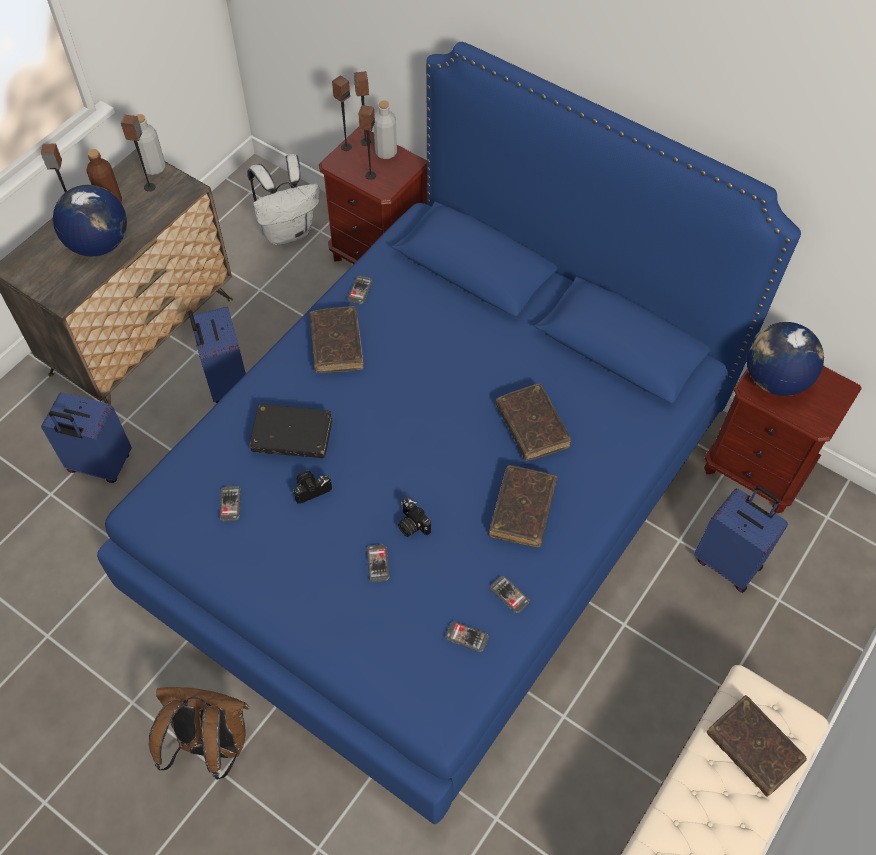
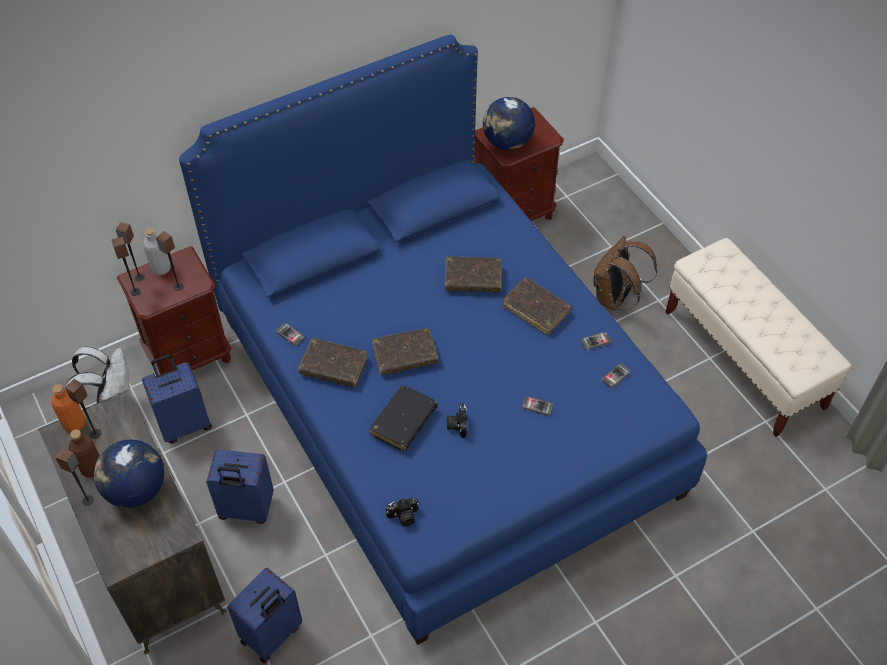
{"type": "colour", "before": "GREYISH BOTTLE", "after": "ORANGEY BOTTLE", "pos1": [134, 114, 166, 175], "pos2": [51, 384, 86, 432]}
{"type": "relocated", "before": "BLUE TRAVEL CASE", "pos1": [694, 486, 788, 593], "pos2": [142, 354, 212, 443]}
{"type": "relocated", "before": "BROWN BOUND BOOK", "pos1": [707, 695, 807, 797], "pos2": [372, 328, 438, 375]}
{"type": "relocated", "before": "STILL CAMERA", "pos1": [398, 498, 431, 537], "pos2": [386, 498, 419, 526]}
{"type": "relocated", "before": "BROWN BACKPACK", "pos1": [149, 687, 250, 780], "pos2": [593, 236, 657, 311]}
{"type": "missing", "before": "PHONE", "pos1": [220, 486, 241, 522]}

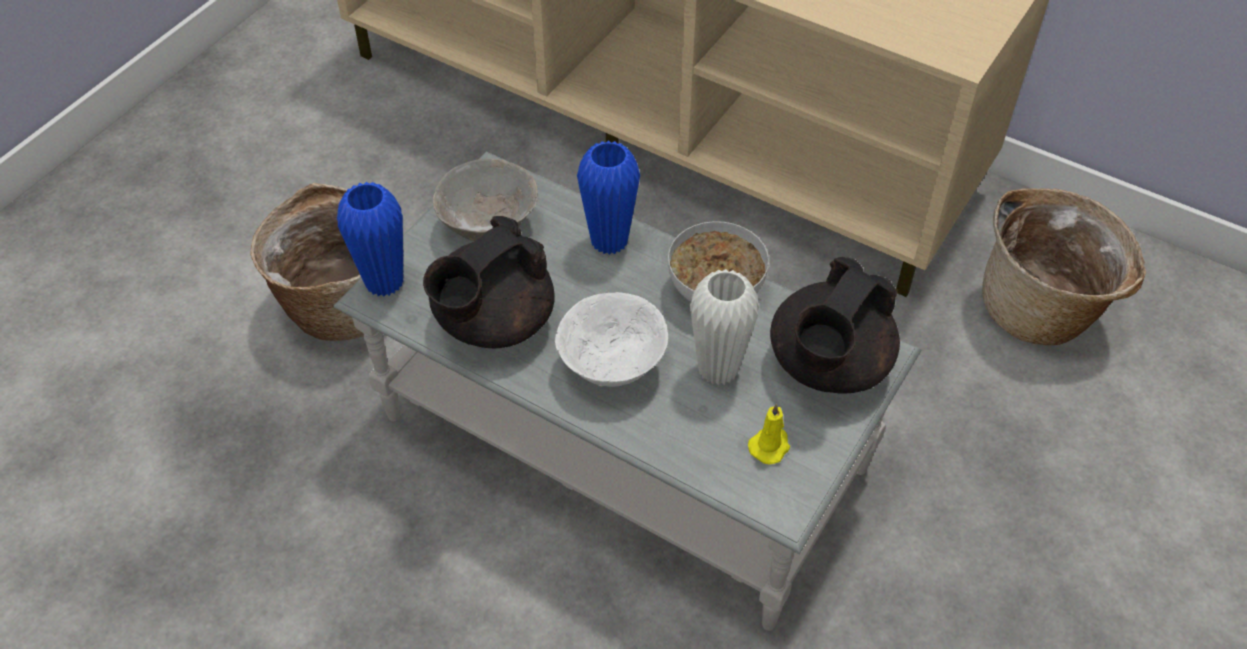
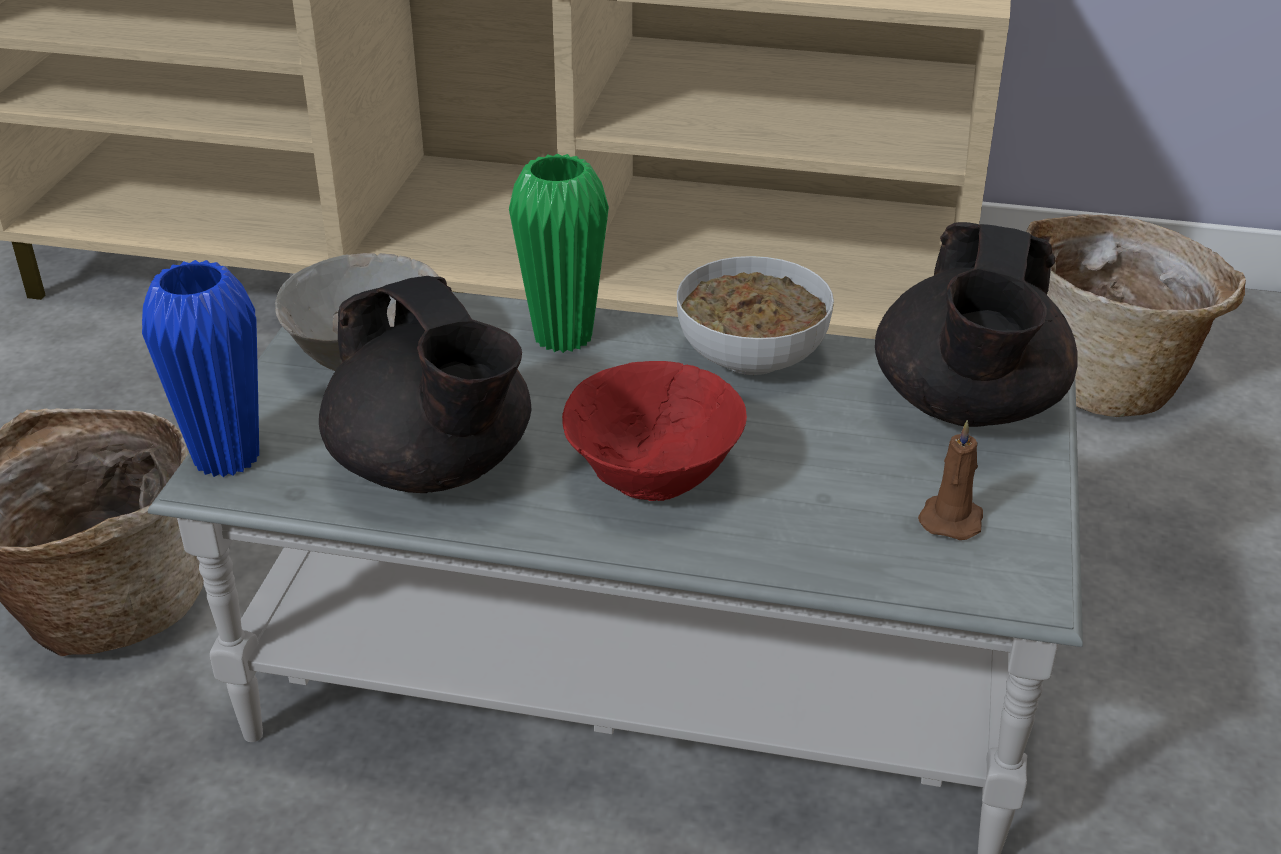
{"type": "spun", "before": "BLACK-COLOURED POT FOR TEA", "pos1": [423, 216, 554, 348], "pos2": [319, 276, 532, 493], "turn": -60}
{"type": "colour", "before": "BLUE FLOWER VASE", "after": "GREEN-COLOURED FLOWER VASE", "pos1": [577, 140, 640, 255], "pos2": [509, 154, 609, 353]}
{"type": "colour", "before": "WHITISH SERVING BOWL", "after": "RED-COLOURED SERVING BOWL", "pos1": [555, 292, 668, 387], "pos2": [562, 361, 747, 501]}
{"type": "colour", "before": "YELLOW-COLOURED CANDLE", "after": "BROWN CANDLE", "pos1": [748, 403, 790, 464], "pos2": [918, 420, 983, 540]}
{"type": "missing", "before": "WHITISH FLOWER VASE", "pos1": [690, 269, 759, 386]}

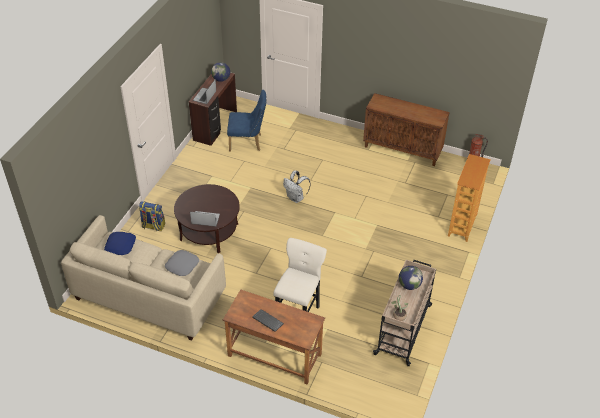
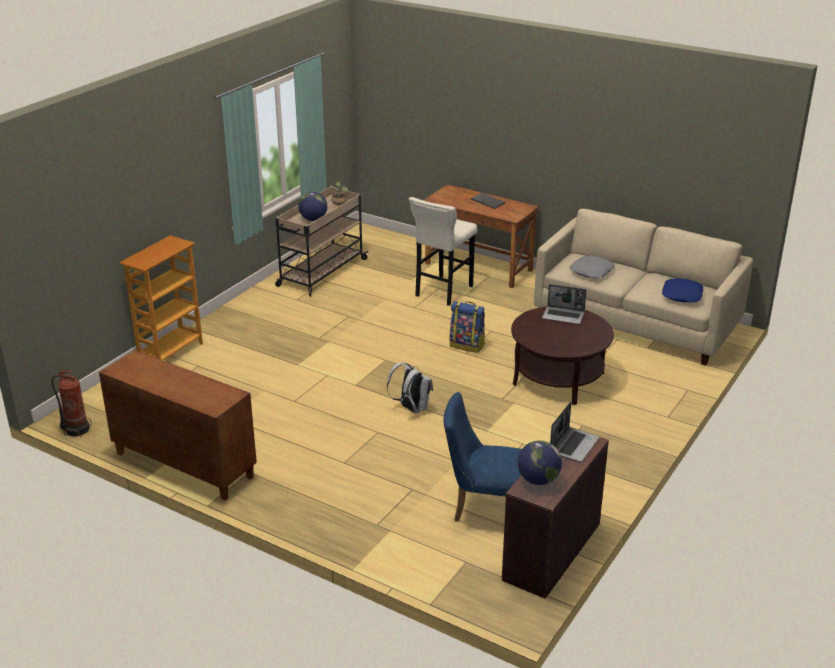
{"type": "relocated", "before": "BACKPACK", "pos1": [139, 201, 165, 232], "pos2": [450, 301, 485, 353]}

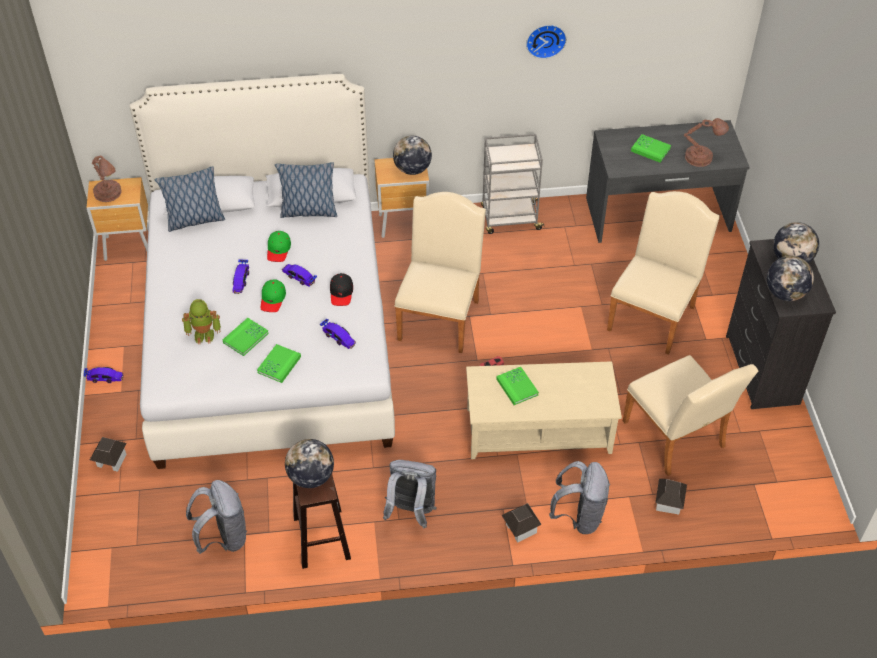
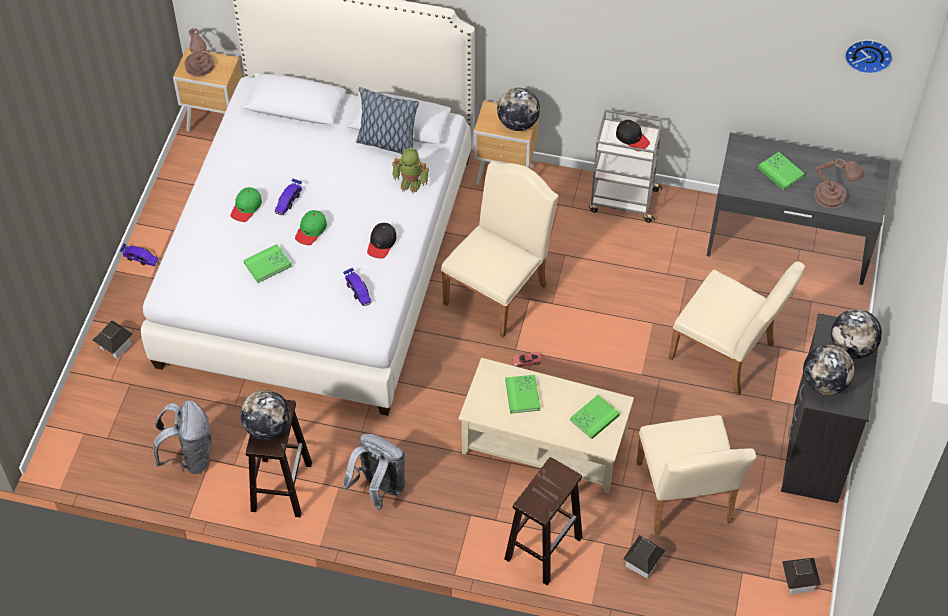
{"type": "relocated", "before": "GREEN-COLOURED BASEBALL CAP", "pos1": [267, 231, 291, 262], "pos2": [231, 187, 262, 222]}
{"type": "relocated", "before": "TOY ROBOT", "pos1": [182, 299, 221, 345], "pos2": [392, 148, 429, 194]}
{"type": "exchanged", "before": "GREYISH BACKPACK", "after": "BROWN STOOL SEAT", "pos1": [549, 461, 610, 534], "pos2": [504, 457, 583, 586]}
{"type": "relocated", "before": "GREEN-COLOURED BOUND BOOK", "pos1": [257, 344, 301, 383], "pos2": [570, 395, 620, 439]}
{"type": "appeared", "after": "BLACK-COLOURED BASEBALL CAP", "pos2": [616, 120, 650, 151]}
{"type": "spun", "before": "BEIGE-COLOURED CHAIR", "pos1": [607, 191, 720, 355], "pos2": [669, 261, 805, 395], "turn": 75}
{"type": "relocated", "before": "MINIATURE HOUSE", "pos1": [502, 503, 542, 542], "pos2": [782, 558, 821, 594]}
{"type": "relocated", "before": "WALL CLOCK", "pos1": [526, 25, 567, 59], "pos2": [845, 40, 893, 74]}
{"type": "missing", "before": "CUSHION", "pos1": [155, 166, 225, 232]}
{"type": "missing", "before": "MODEL CAR", "pos1": [282, 264, 317, 287]}

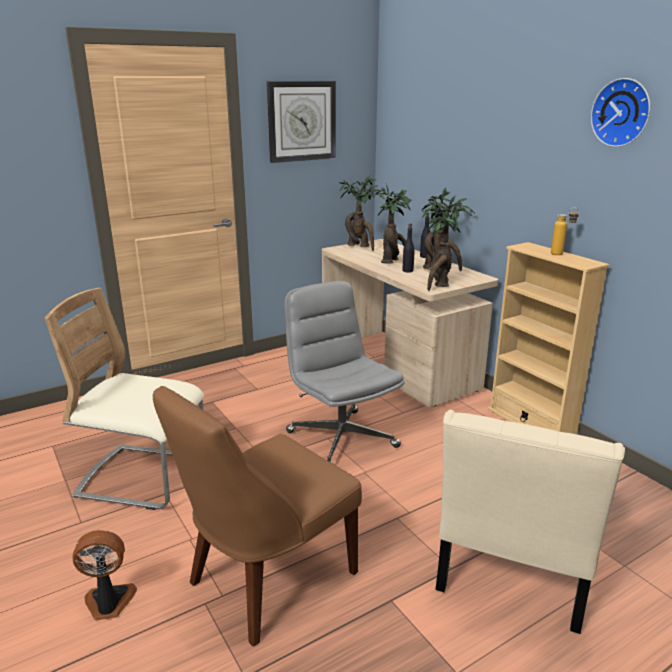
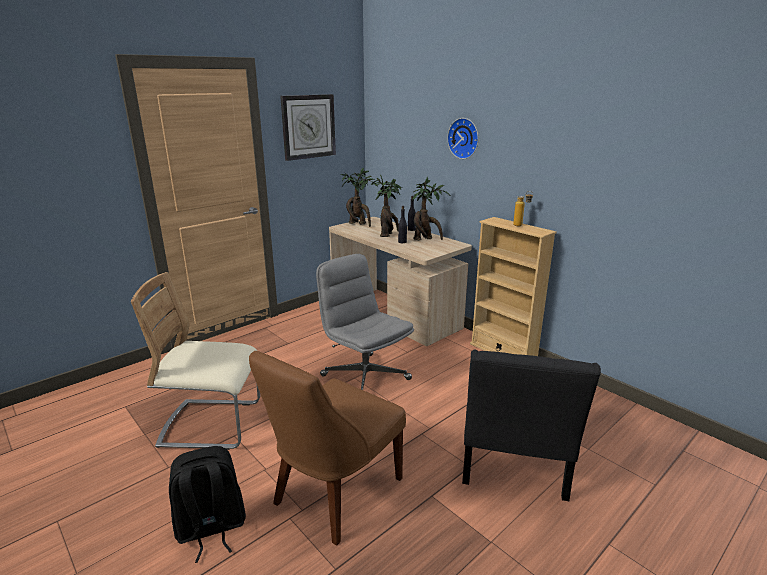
{"type": "exchanged", "before": "FAN", "after": "BLACK-COLOURED BACKPACK", "pos1": [73, 530, 137, 620], "pos2": [169, 446, 246, 563]}
{"type": "relocated", "before": "WALL CLOCK", "pos1": [591, 78, 650, 147], "pos2": [447, 118, 479, 159]}
{"type": "colour", "before": "BEIGE-COLOURED CHAIR", "after": "BLACK-COLOURED CHAIR", "pos1": [435, 410, 625, 634], "pos2": [462, 349, 601, 501]}
{"type": "missing", "before": "PLANT IN A POT", "pos1": [422, 200, 472, 291]}

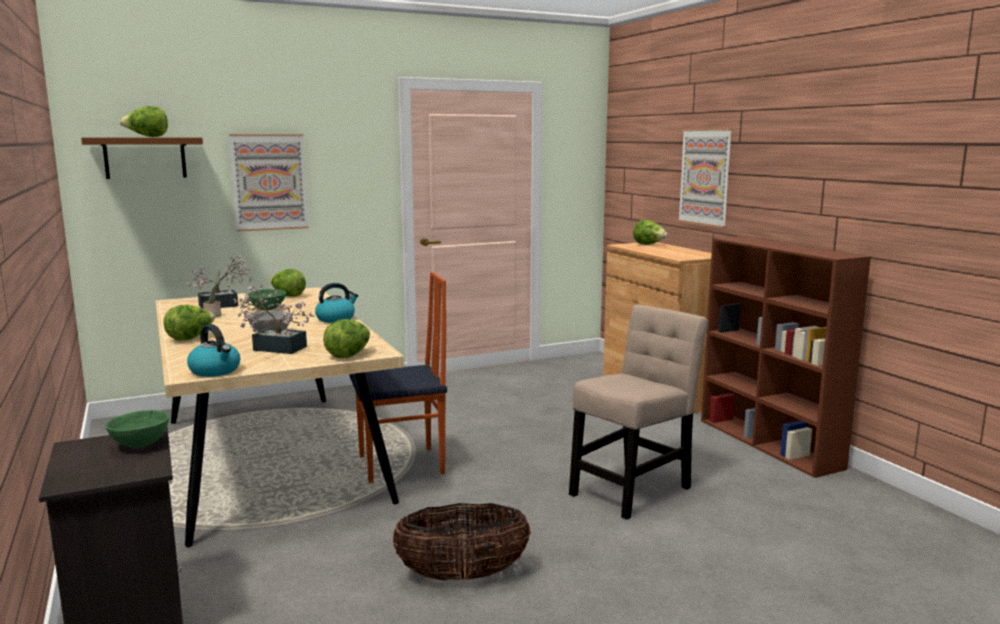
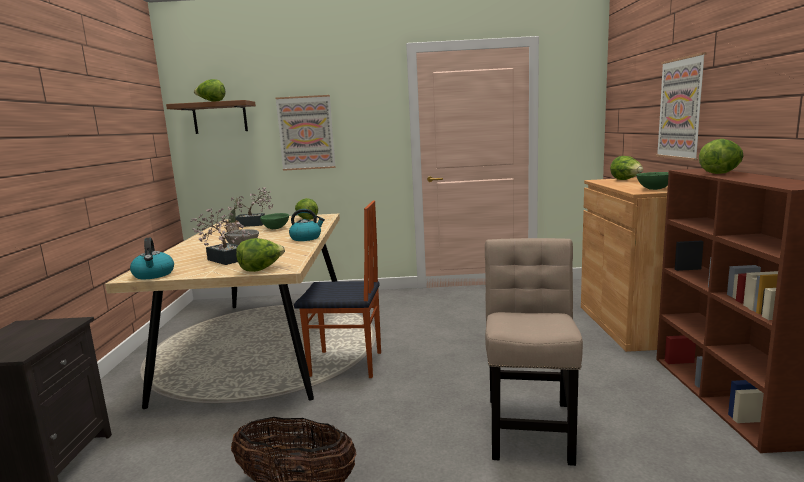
{"type": "spun", "before": "BEIGE-COLOURED CHAIR", "pos1": [569, 305, 708, 520], "pos2": [485, 238, 583, 466], "turn": -60}
{"type": "relocated", "before": "GREEN-COLOURED SERVING BOWL", "pos1": [105, 410, 169, 448], "pos2": [636, 172, 669, 190]}
{"type": "relocated", "before": "LETTUCE", "pos1": [163, 305, 215, 340], "pos2": [699, 139, 744, 174]}

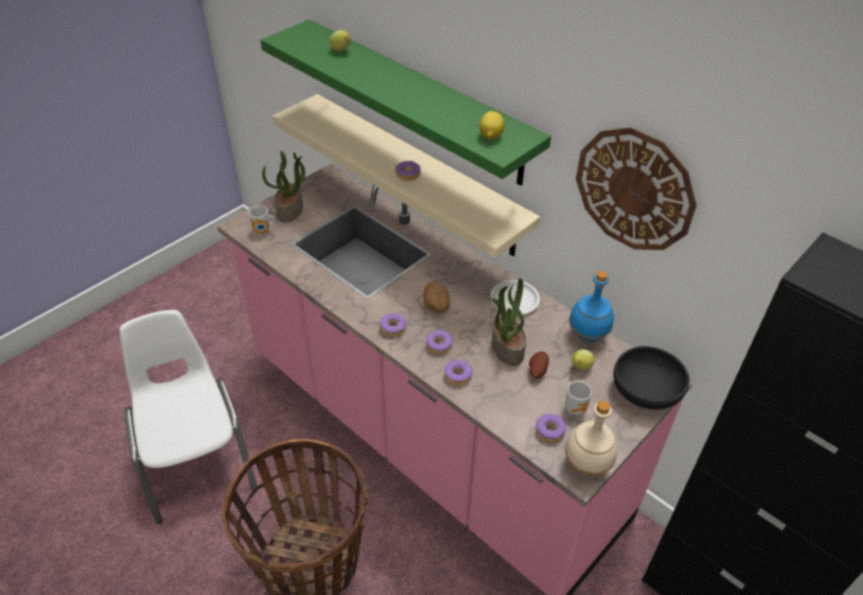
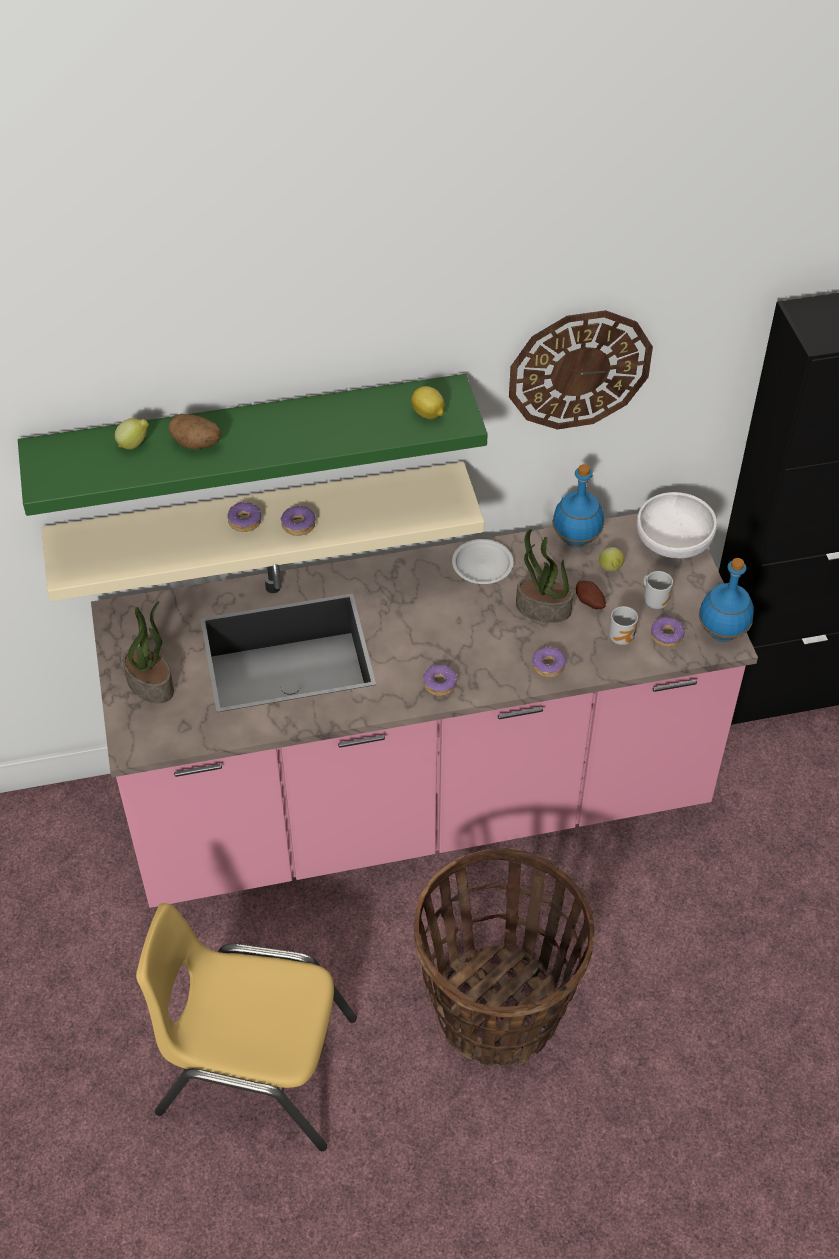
{"type": "colour", "before": "WHITISH CHAIR", "after": "YELLOW-COLOURED CHAIR", "pos1": [119, 310, 257, 524], "pos2": [136, 903, 357, 1151]}
{"type": "relocated", "before": "WHOLE POTATO", "pos1": [424, 281, 450, 313], "pos2": [168, 414, 221, 449]}
{"type": "relocated", "before": "RING DOUGHNUT", "pos1": [426, 330, 453, 354], "pos2": [227, 502, 261, 532]}
{"type": "relocated", "before": "TEA MUG", "pos1": [249, 206, 275, 234], "pos2": [609, 606, 638, 645]}
{"type": "colour", "before": "BLACK-COLOURED SERVING BOWL", "after": "WHITISH SERVING BOWL", "pos1": [613, 346, 690, 410], "pos2": [637, 492, 717, 559]}
{"type": "colour", "before": "BEIGE-COLOURED BOTTLE", "after": "BLUE BOTTLE", "pos1": [565, 401, 618, 476], "pos2": [699, 558, 754, 642]}

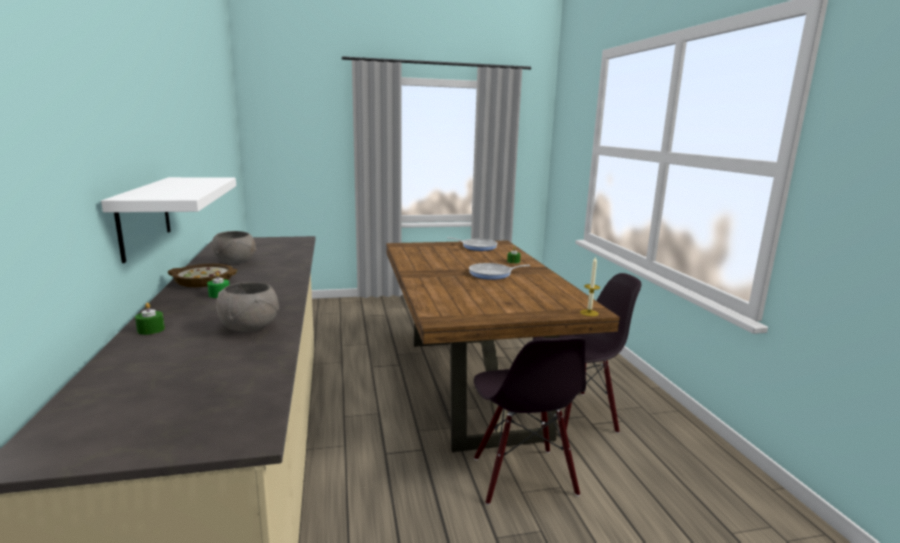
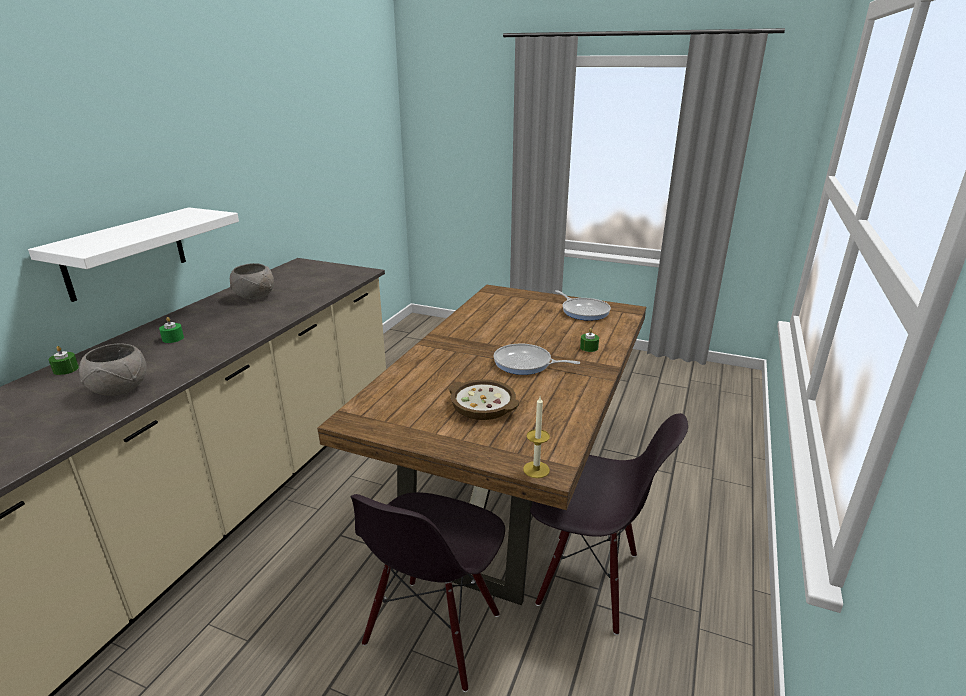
{"type": "relocated", "before": "SERVING BOWL", "pos1": [168, 264, 238, 287], "pos2": [448, 379, 520, 420]}

